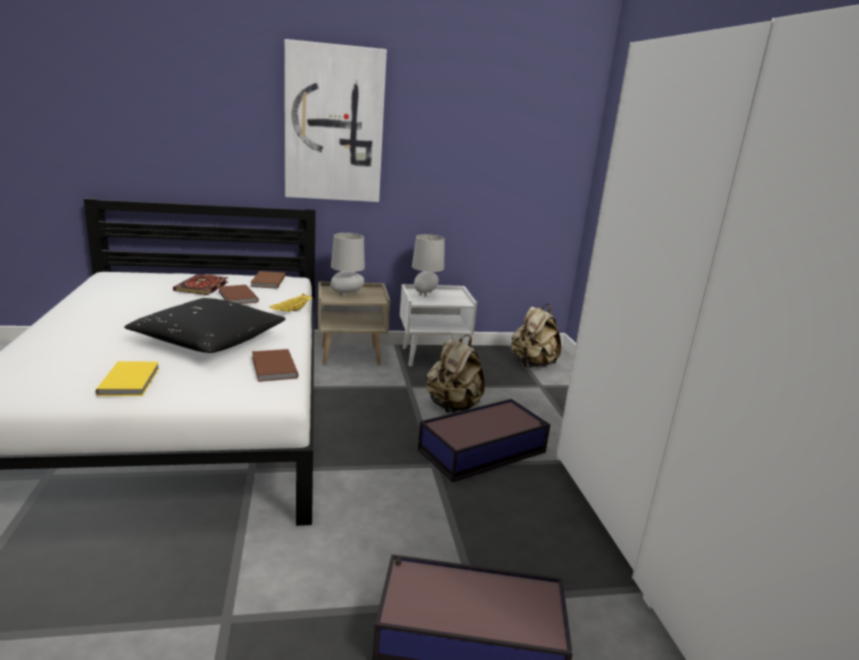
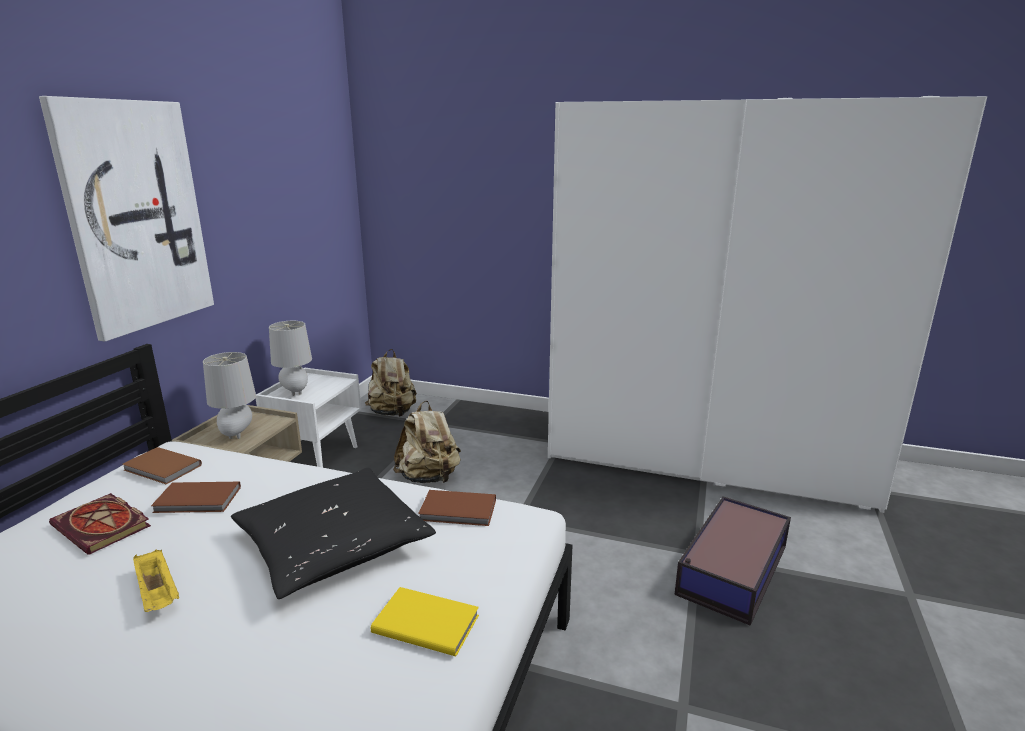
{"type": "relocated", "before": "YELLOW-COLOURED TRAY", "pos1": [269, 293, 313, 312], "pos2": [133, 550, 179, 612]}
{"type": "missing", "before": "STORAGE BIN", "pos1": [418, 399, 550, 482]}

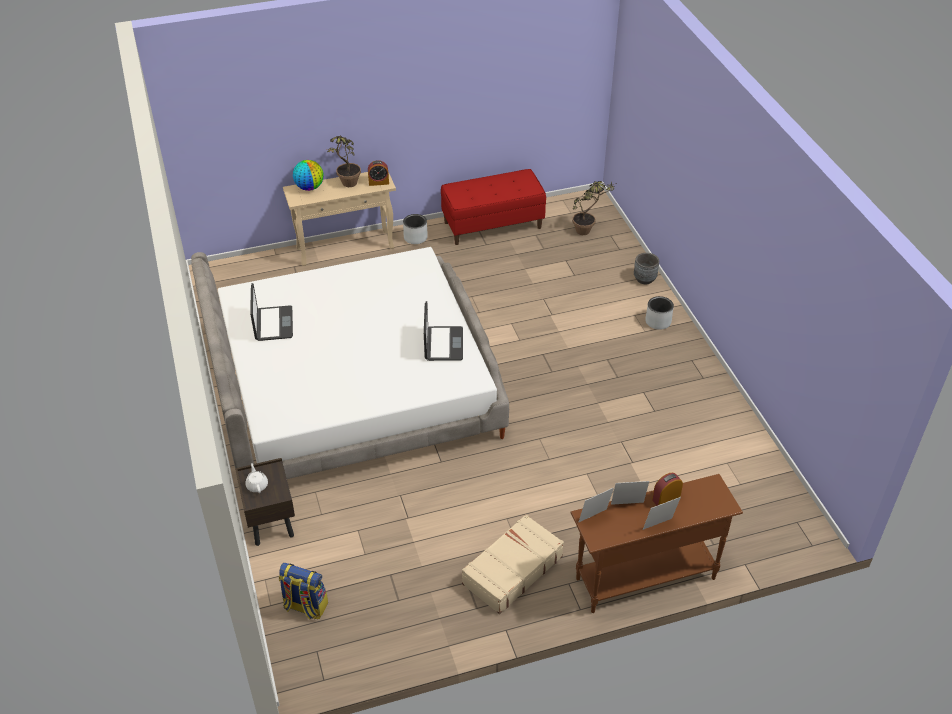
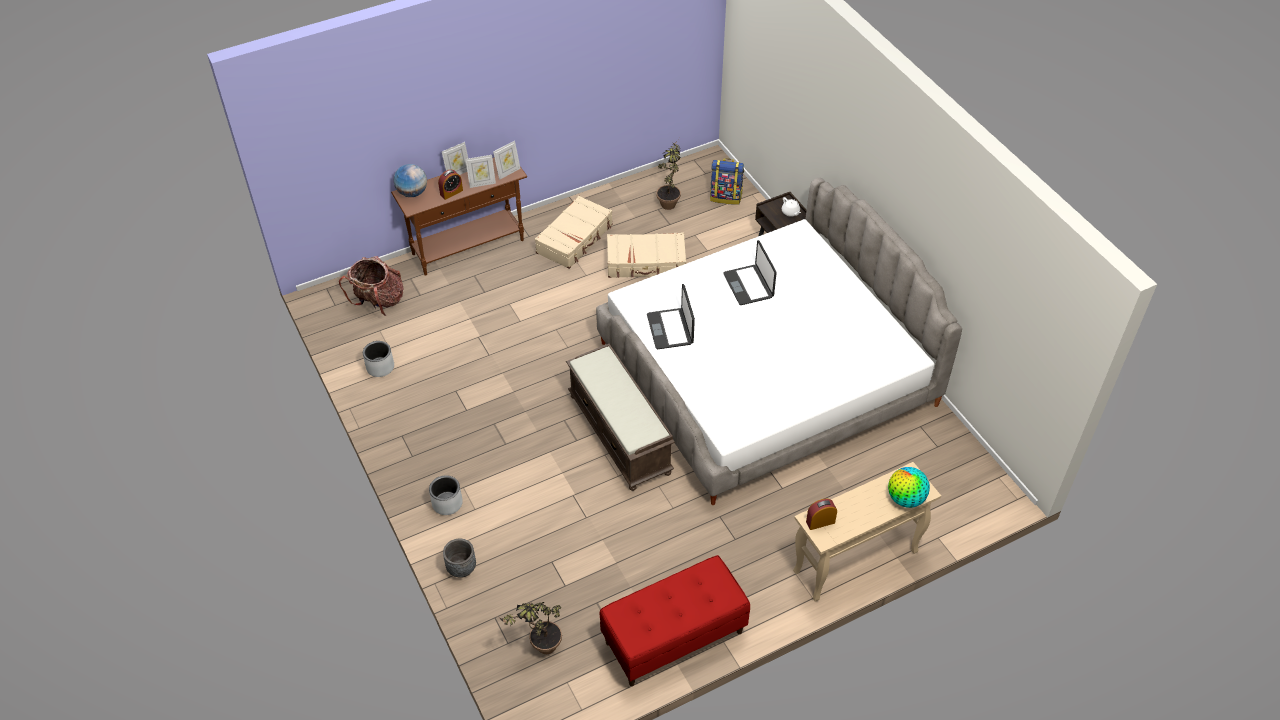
{"type": "appeared", "after": "BACKPACK", "pos2": [339, 256, 404, 316]}
{"type": "relocated", "before": "GREYISH PLANTER", "pos1": [403, 214, 428, 244], "pos2": [363, 341, 394, 377]}
{"type": "appeared", "after": "GLOBE", "pos2": [394, 164, 427, 197]}
{"type": "appeared", "after": "BROWN INDOOR BENCH", "pos2": [566, 344, 675, 491]}
{"type": "appeared", "after": "BEIGE-COLOURED TRAVEL CASE", "pos2": [607, 233, 686, 278]}
{"type": "relocated", "before": "PLANT IN A POT", "pos1": [327, 136, 361, 187], "pos2": [656, 140, 681, 210]}
{"type": "relocated", "before": "PORTABLE COMPUTER", "pos1": [250, 283, 293, 341], "pos2": [723, 240, 777, 305]}

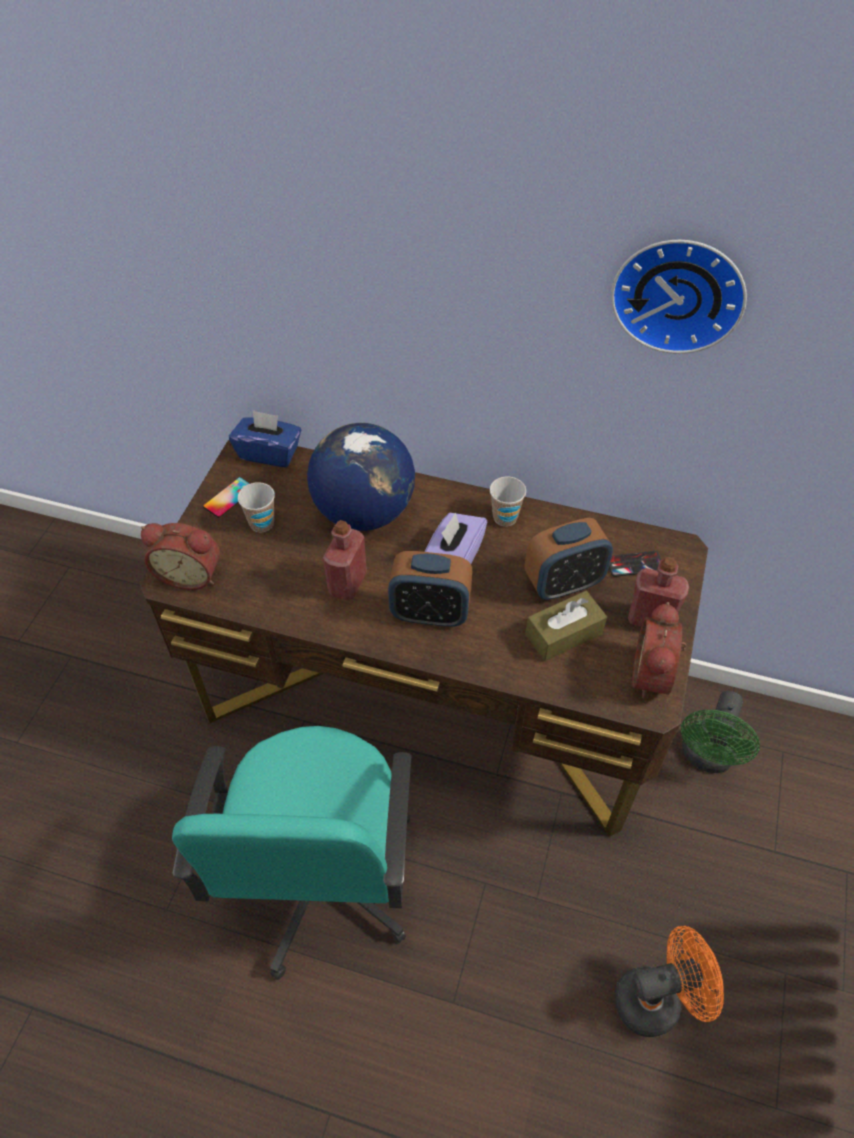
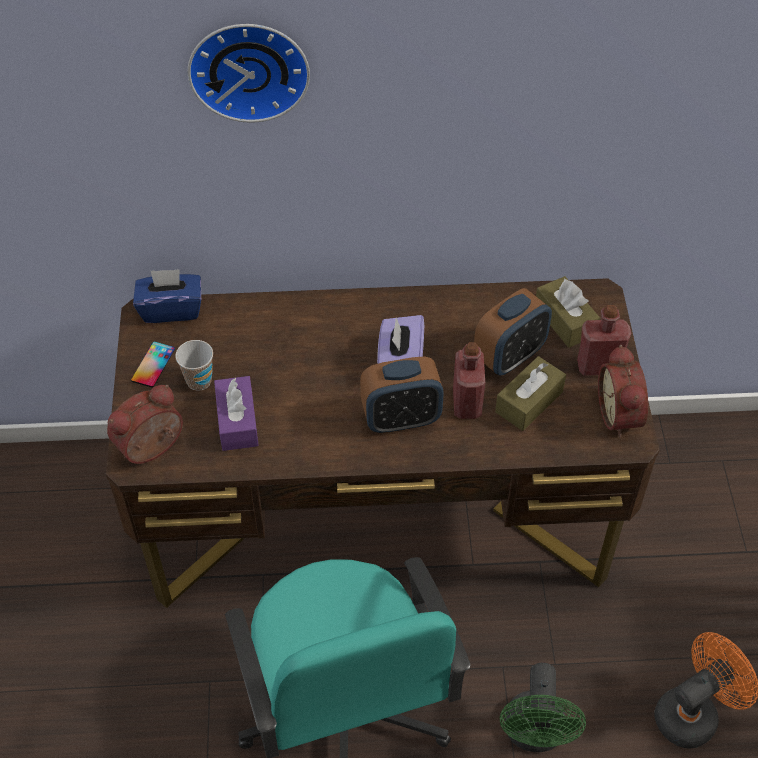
{"type": "spun", "before": "ALARM CLOCK", "pos1": [141, 523, 220, 590], "pos2": [107, 385, 183, 464], "turn": 150}
{"type": "relocated", "before": "WALL CLOCK", "pos1": [611, 240, 747, 354], "pos2": [188, 24, 310, 123]}
{"type": "appeared", "after": "PURPLE-COLOURED BOX OF TISSUES", "pos2": [214, 376, 259, 451]}
{"type": "relocated", "before": "RED-COLOURED BOTTLE", "pos1": [323, 520, 367, 600], "pos2": [453, 342, 485, 419]}
{"type": "relocated", "before": "GREEN-COLOURED FAN", "pos1": [681, 691, 760, 773], "pos2": [500, 662, 586, 752]}
{"type": "exchanged", "before": "PHONE", "after": "BROWN BOX OF TISSUES", "pos1": [609, 551, 661, 577], "pos2": [536, 276, 600, 348]}
{"type": "missing", "before": "GLOBE", "pos1": [307, 423, 415, 531]}
{"type": "missing", "before": "SMALL CUP", "pos1": [490, 476, 526, 526]}

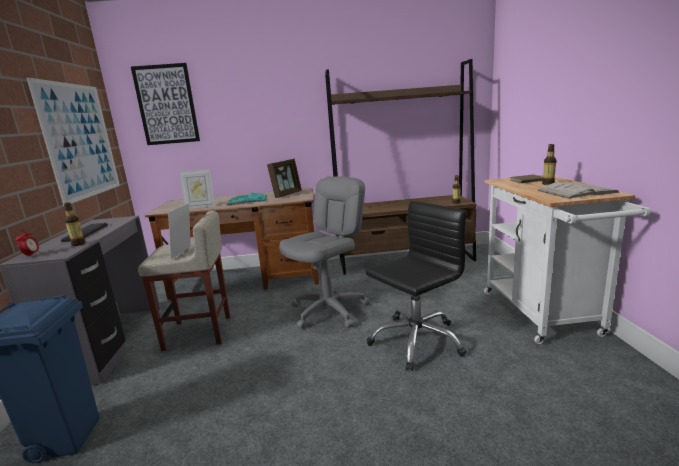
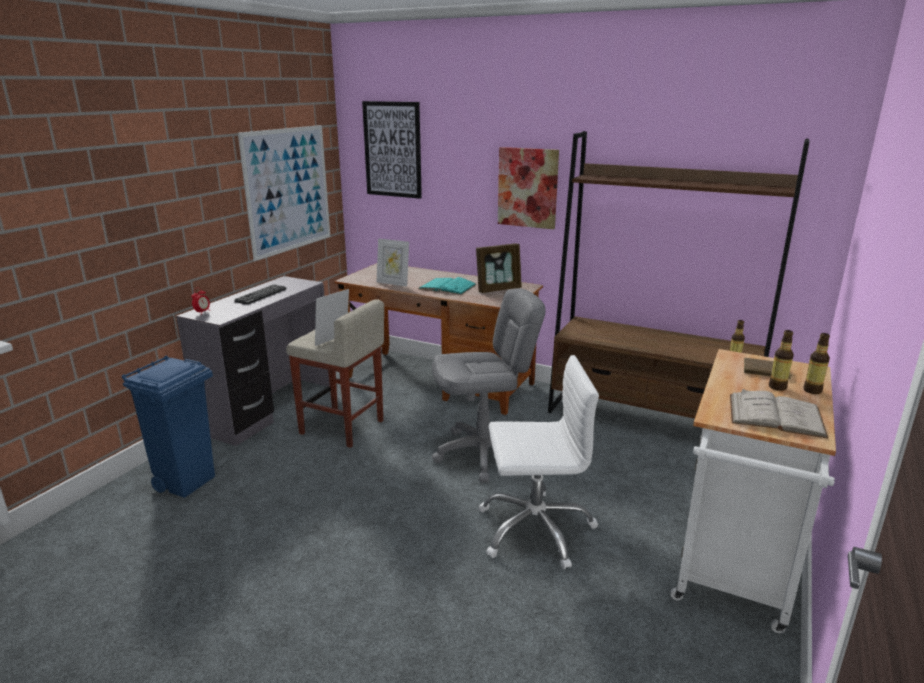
{"type": "colour", "before": "BLACK-COLOURED DESK CHAIR", "after": "WHITISH DESK CHAIR", "pos1": [366, 201, 467, 371], "pos2": [478, 355, 599, 569]}
{"type": "appeared", "after": "WALL ART", "pos2": [498, 147, 559, 229]}
{"type": "relocated", "before": "BOTTLE", "pos1": [64, 202, 85, 246], "pos2": [803, 333, 830, 394]}

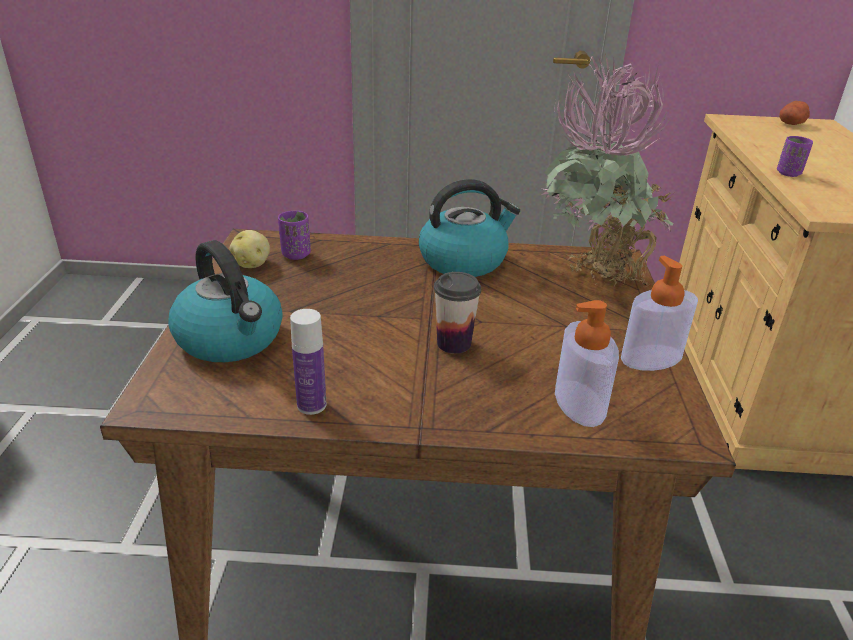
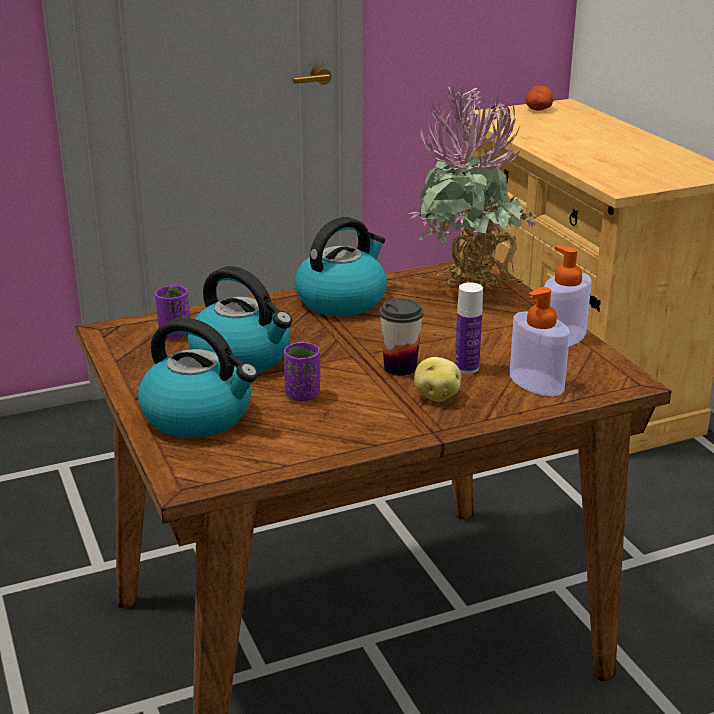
{"type": "appeared", "after": "KETTLE", "pos2": [188, 266, 292, 373]}
{"type": "relocated", "before": "PURPLE-COLOURED SMALL CUP", "pos1": [777, 136, 813, 177], "pos2": [284, 342, 320, 402]}
{"type": "relocated", "before": "WHOLE POTATO", "pos1": [229, 230, 270, 268], "pos2": [414, 357, 461, 402]}
{"type": "relocated", "before": "BOTTLE", "pos1": [290, 309, 326, 415], "pos2": [455, 283, 483, 374]}

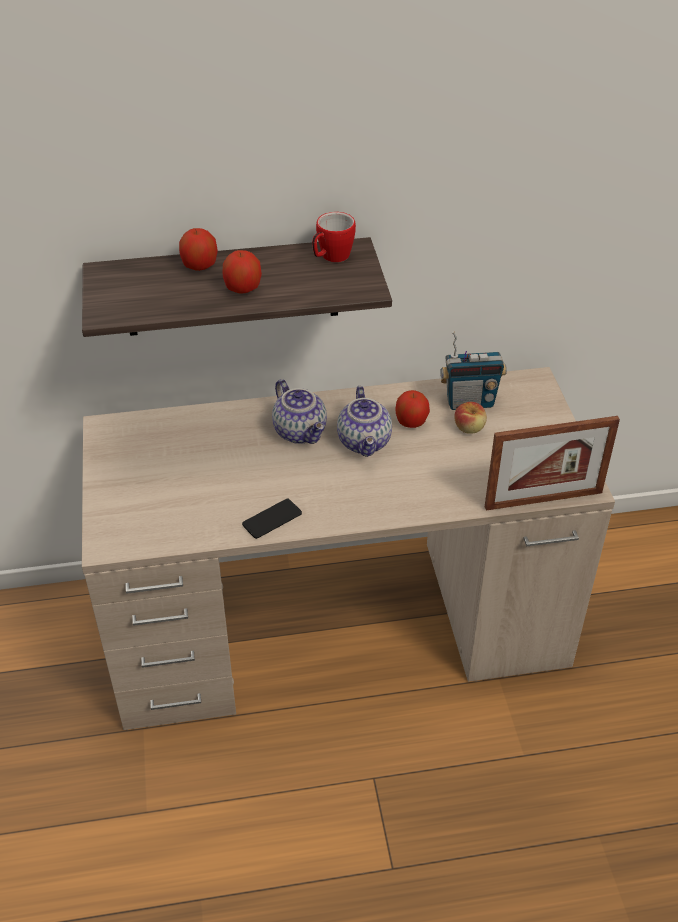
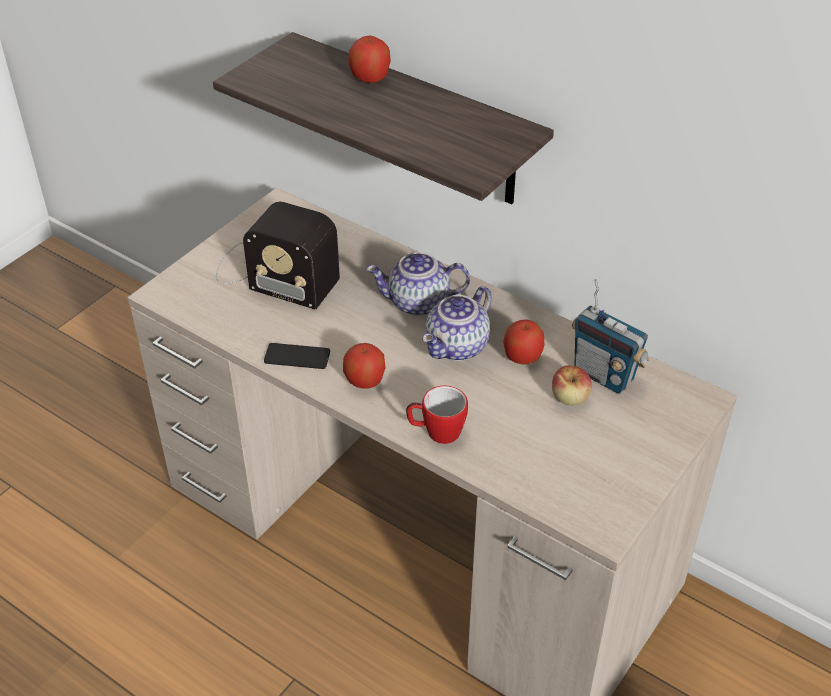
{"type": "appeared", "after": "RADIO RECEIVER", "pos2": [216, 202, 340, 310]}
{"type": "relocated", "before": "WHOLE APPLE", "pos1": [223, 250, 262, 294], "pos2": [343, 343, 385, 389]}
{"type": "spun", "before": "POT FOR TEA", "pos1": [272, 379, 327, 444], "pos2": [366, 252, 470, 316], "turn": 75}
{"type": "relocated", "before": "TEA MUG", "pos1": [312, 212, 356, 262], "pos2": [406, 386, 468, 444]}
{"type": "missing", "before": "PHOTO FRAME", "pos1": [485, 416, 620, 511]}

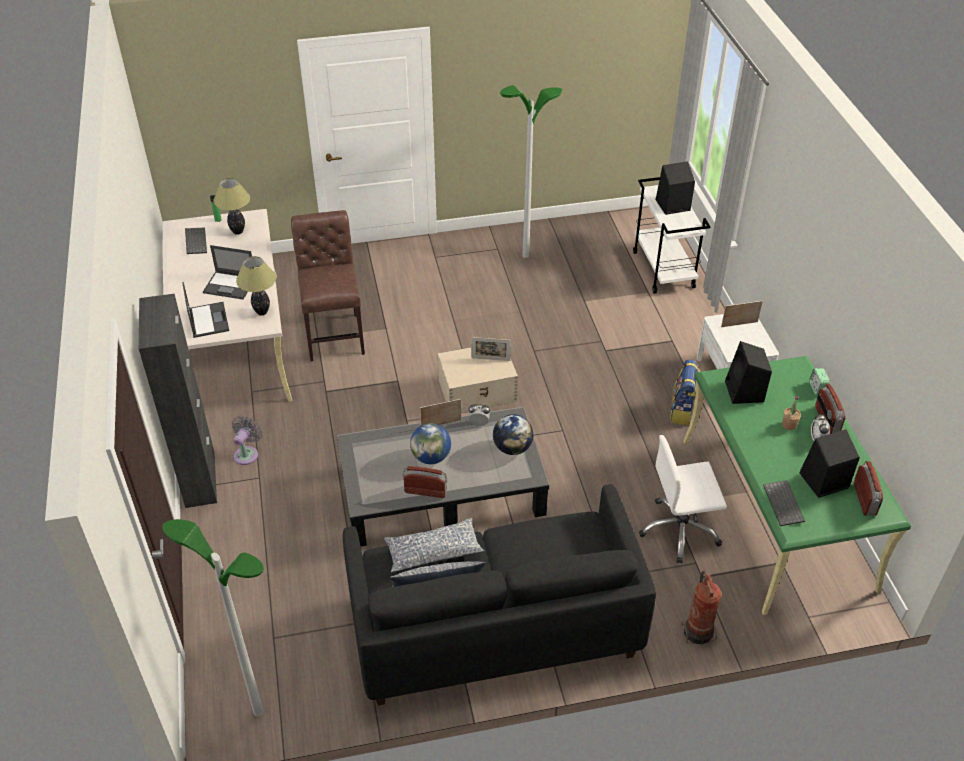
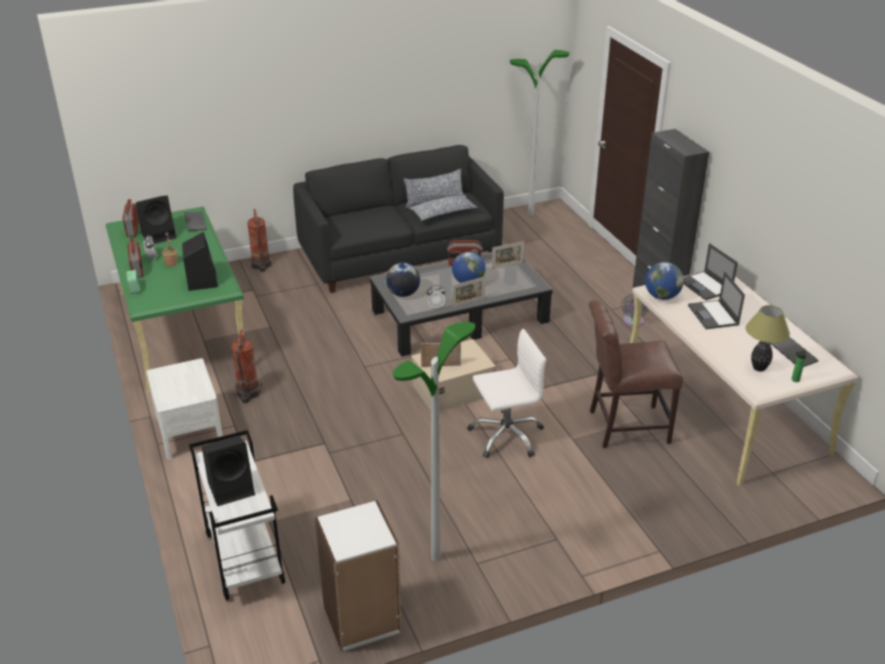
{"type": "exchanged", "before": "BACKPACK", "after": "FIRE EXTINGUISHER", "pos1": [670, 360, 700, 426], "pos2": [231, 329, 262, 403]}
{"type": "appeared", "after": "WHITISH BOOKSHELF", "pos2": [315, 500, 402, 652]}
{"type": "relocated", "before": "WHITISH DESK CHAIR", "pos1": [639, 435, 727, 563], "pos2": [467, 329, 546, 458]}
{"type": "relocated", "before": "PHOTO FRAME", "pos1": [721, 300, 763, 327], "pos2": [492, 241, 524, 269]}
{"type": "spun", "before": "BROWN CHAIR", "pos1": [291, 210, 365, 361], "pos2": [589, 300, 683, 448], "turn": 105}
{"type": "exchanged", "before": "TABLETOP LAMP", "after": "GLOBE", "pos1": [236, 256, 276, 315], "pos2": [645, 262, 684, 300]}
{"type": "spun", "before": "PORTABLE COMPUTER", "pos1": [203, 245, 253, 300], "pos2": [688, 271, 745, 329], "turn": -105}

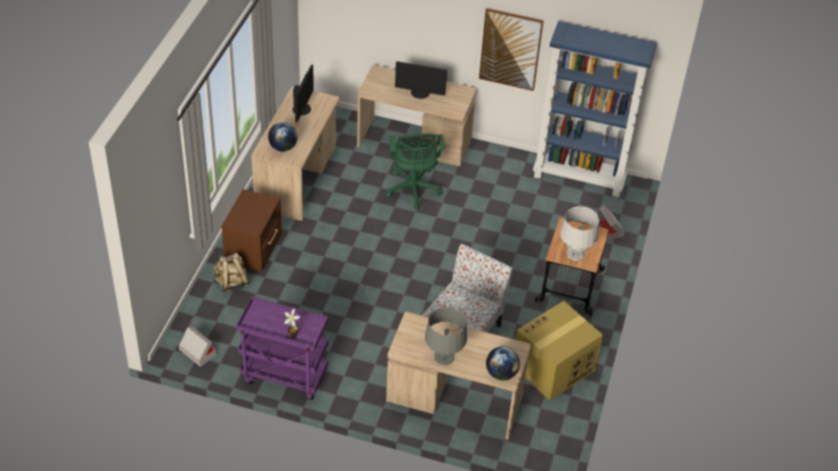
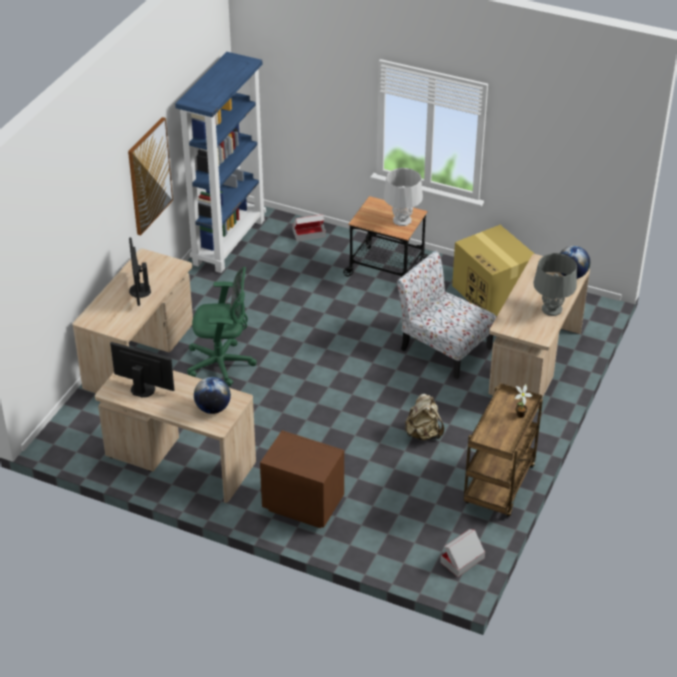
{"type": "spun", "before": "MONITOR", "pos1": [395, 61, 447, 99], "pos2": [129, 237, 151, 306], "turn": 150}
{"type": "relocated", "before": "BEIGE-COLOURED BACKPACK", "pos1": [213, 253, 251, 293], "pos2": [405, 394, 444, 440]}
{"type": "colour", "before": "PURPLE-COLOURED CART", "after": "BROWN CART", "pos1": [236, 297, 329, 400], "pos2": [464, 383, 543, 517]}

